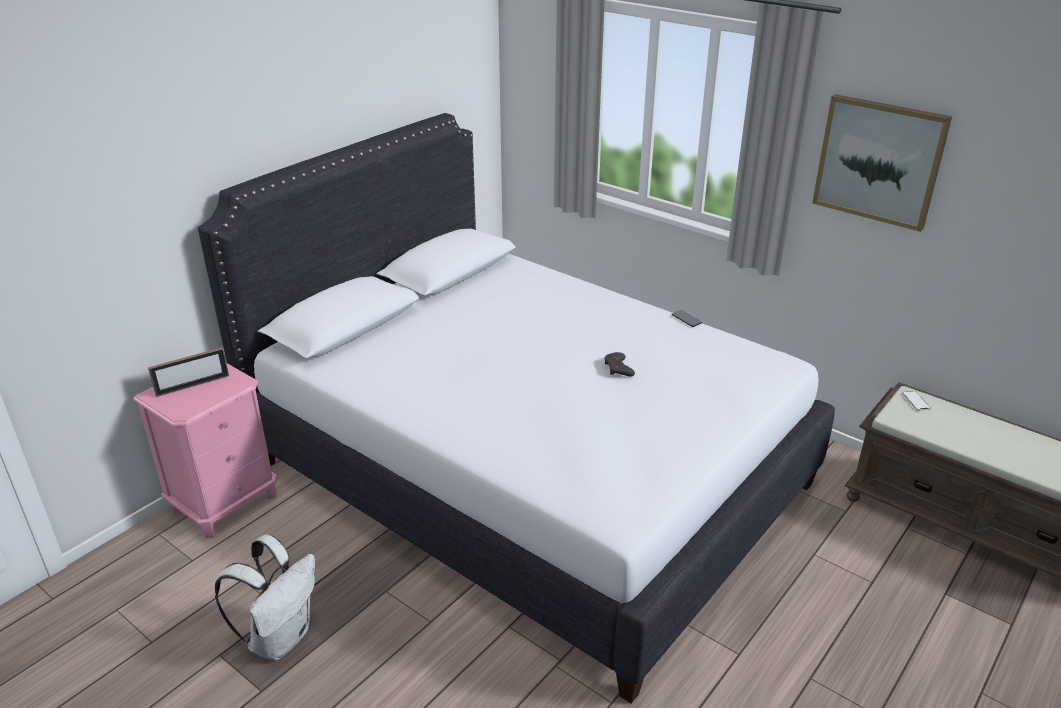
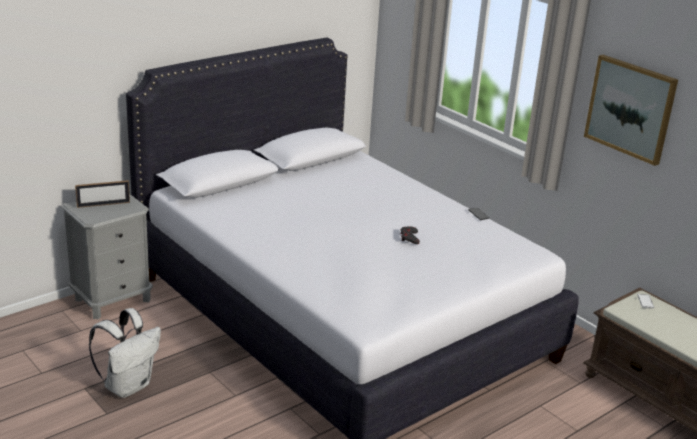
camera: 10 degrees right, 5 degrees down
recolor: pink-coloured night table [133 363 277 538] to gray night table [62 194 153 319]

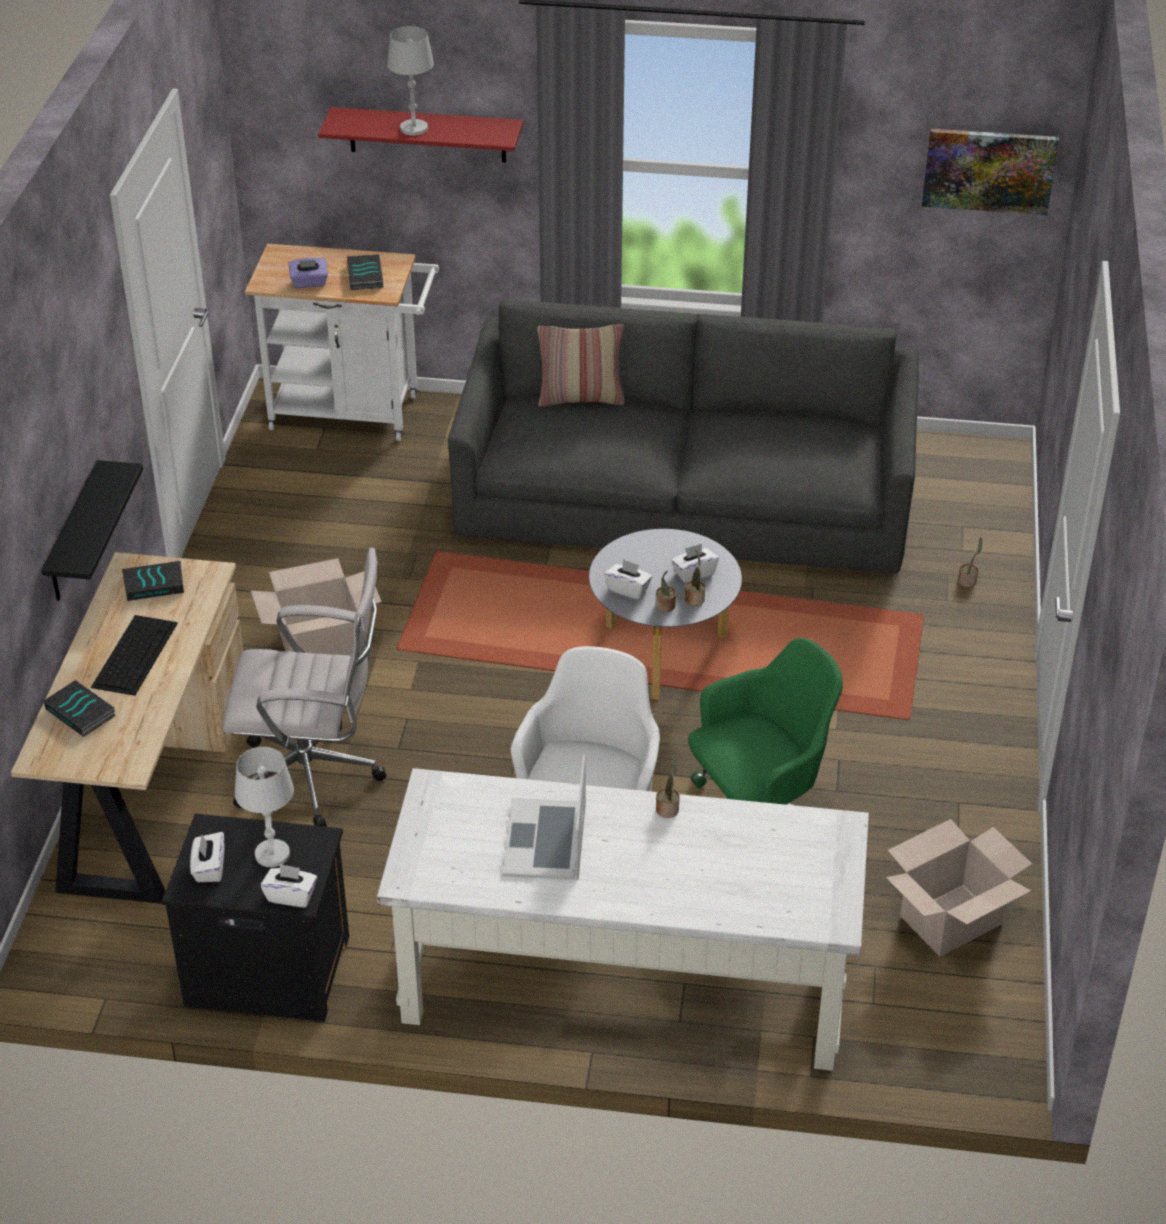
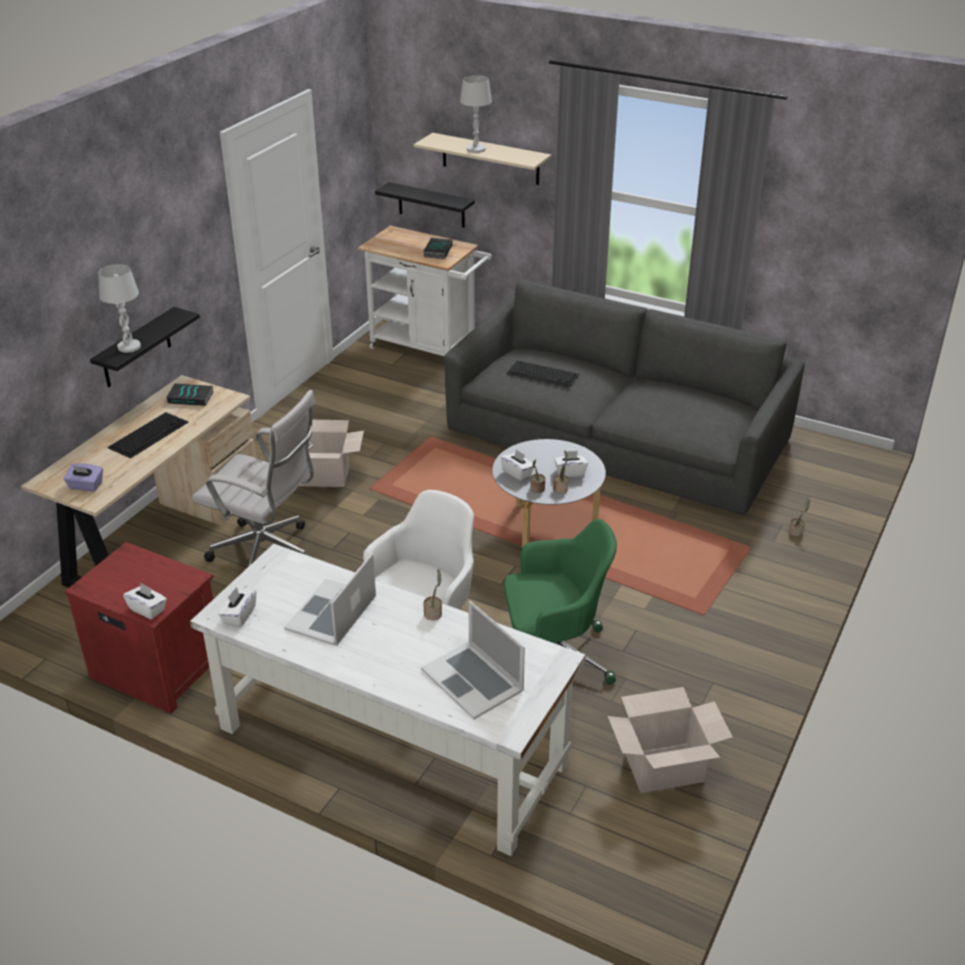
camera: 20 degrees right, 5 degrees down
delete: picture [922 128 1059 215]; pillow [537 324 625 407]; bound book [43 680 115 737]
insert: blackish bracket shelf [375 182 475 228]; keyboard [506 360 579 388]; laptop [421 600 525 720]
move: purple-coloured tissue box [289 258 328 288] to [64 463 103 491]; whitish lamp for a table [235 747 294 867] to [98 264 141 353]; whitish tissue box [190 832 225 882] to [218 587 256 627]
recolor: red-coloured bracket shelf [318 107 523 162] to sand-coloured bracket shelf [414 133 551 185]; blackish night table [162 814 349 1022] to red-coloured night table [65 542 213 714]

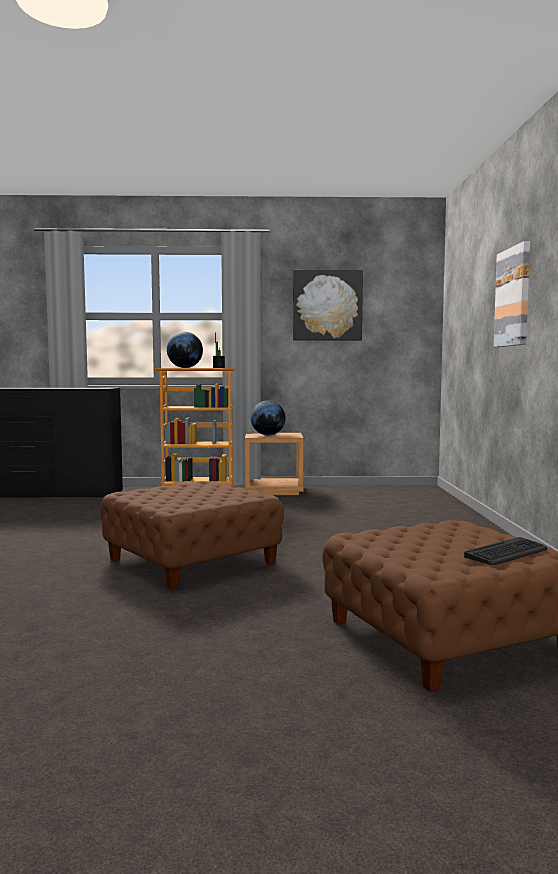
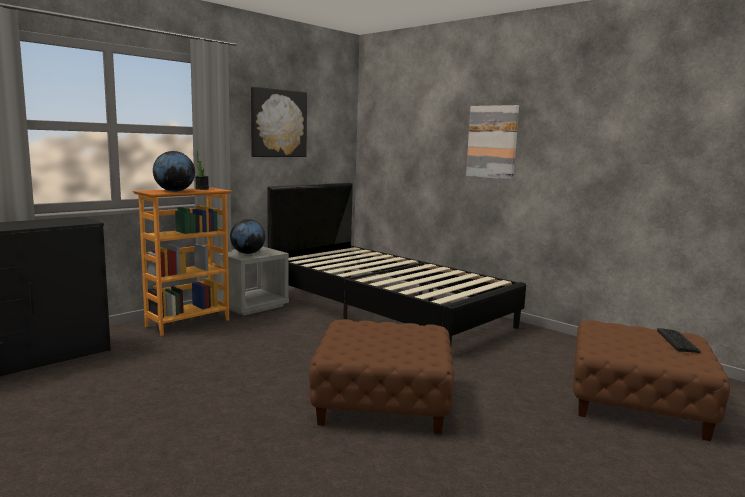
camera: 45 degrees left, 5 degrees up
insert: blackish bed [267 183 526 347]
recolor: brown night table [245 433 304 495] to gray night table [218 246 289 316]

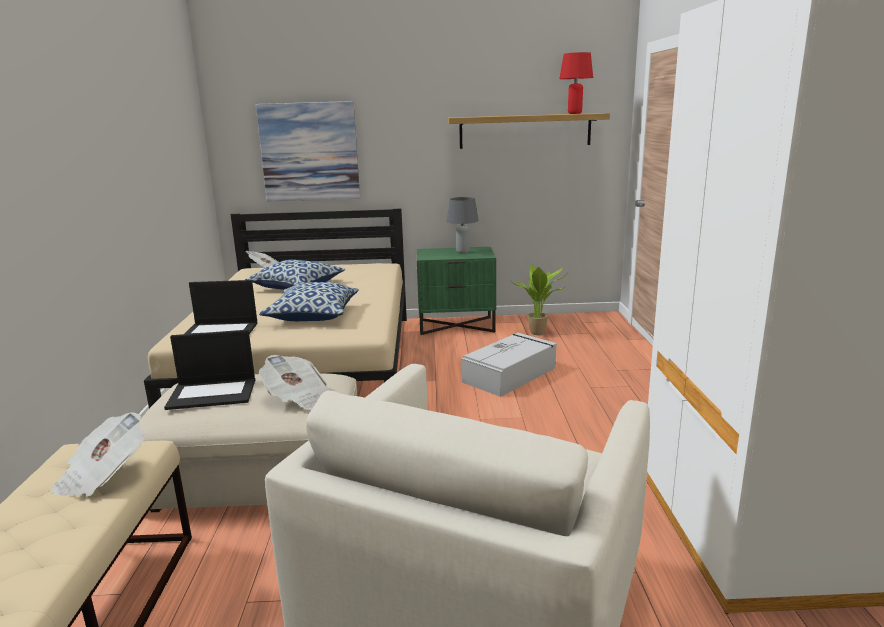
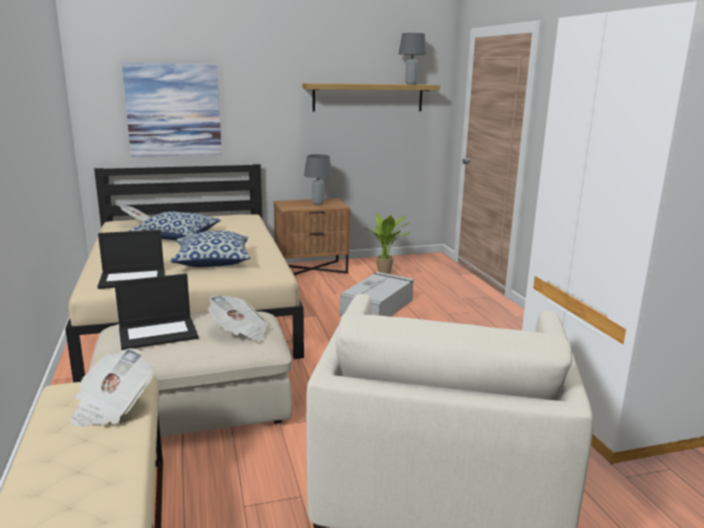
camera: 15 degrees left, 0 degrees up
recolor: red-coloured lamp for a table [559 52 593 114] to gray lamp for a table [399 33 427 85]; greenish night table [417 247 496 335] to brown night table [274 198 350 275]

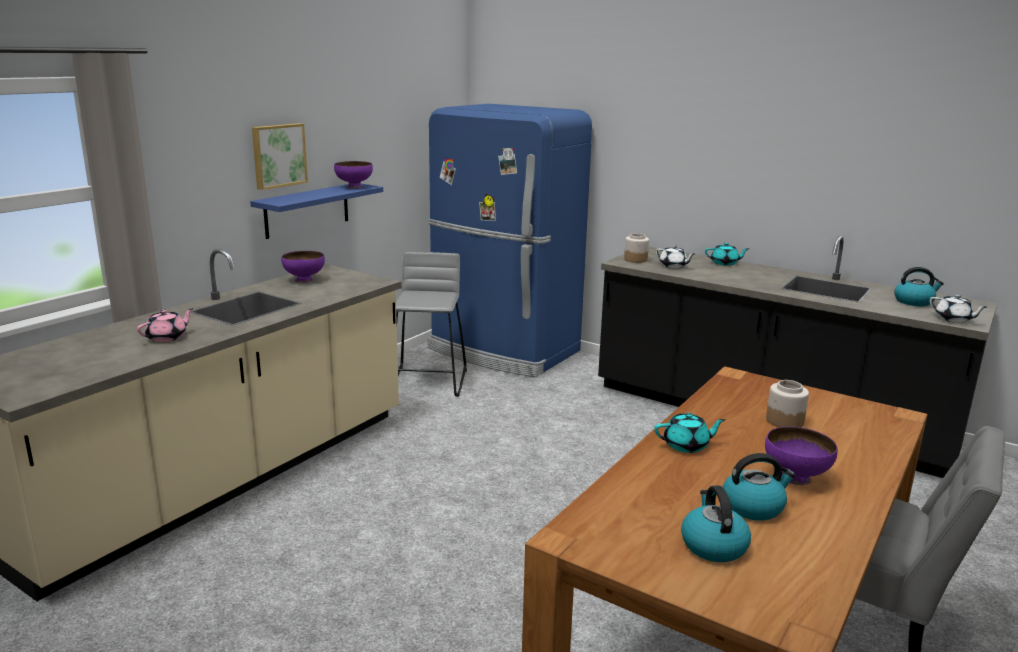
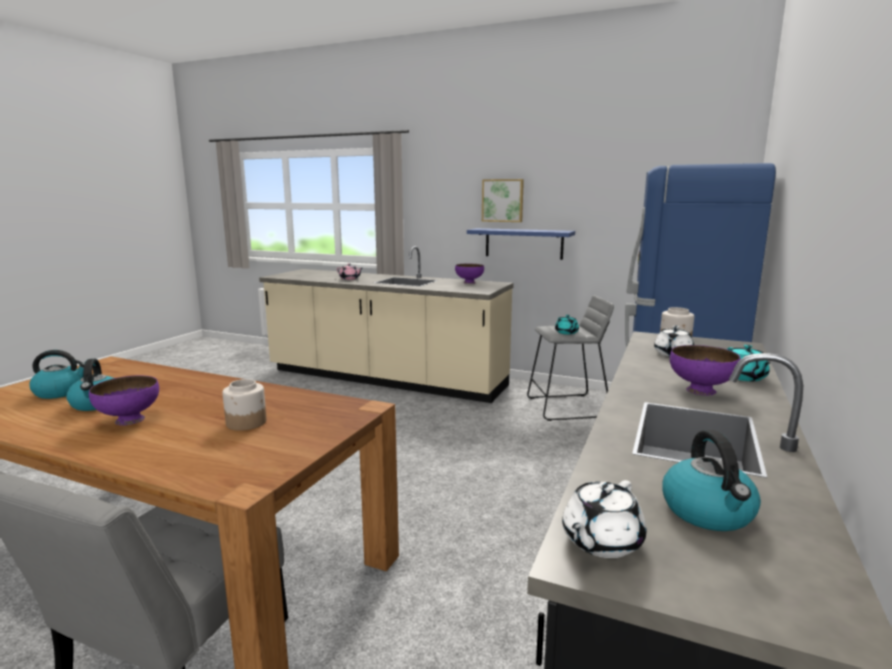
camera: 80 degrees right, 5 degrees down
move: purple-coloured bowl [334 161 373 189] to [670 345 741 396]; blue-green tea pot [654 413 726 453] to [555 315 579 335]

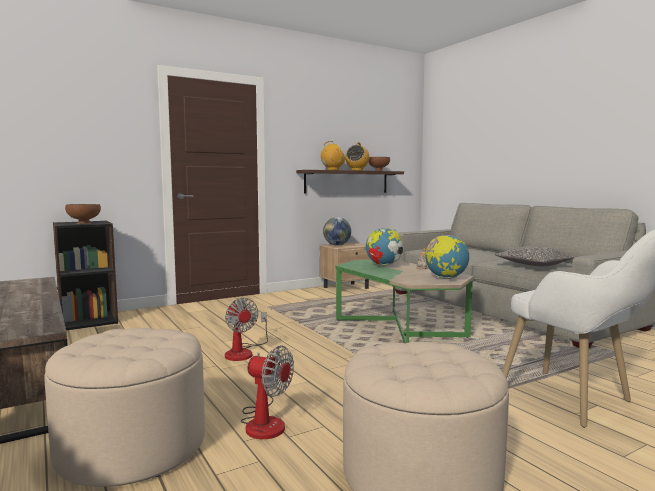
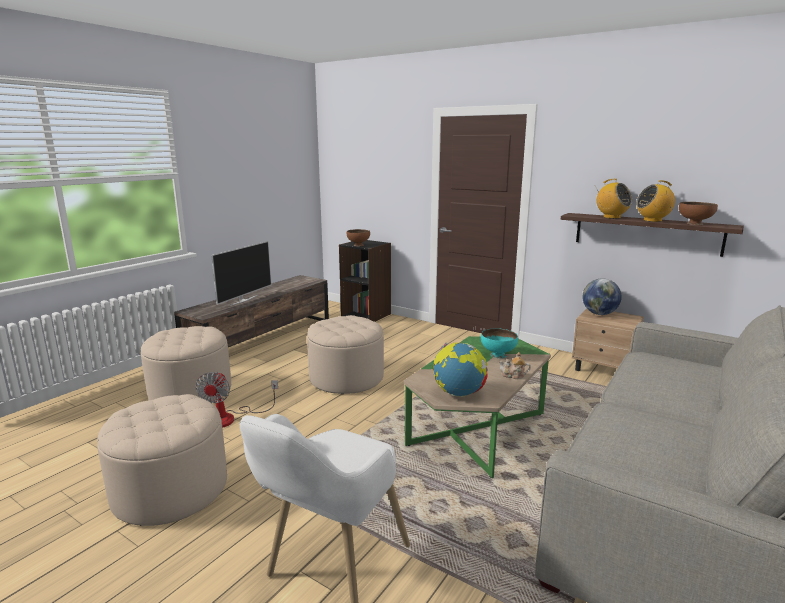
camera: 65 degrees right, 10 degrees up
delete: pillow [494 246 575 266]
insert: TV [211 241 272 306]
replace: globe [366 228 403 266] to blue-green bowl [481 328 518 358]; cooling fan [225 298 268 361] to sand-coloured footrest [307 315 384 394]

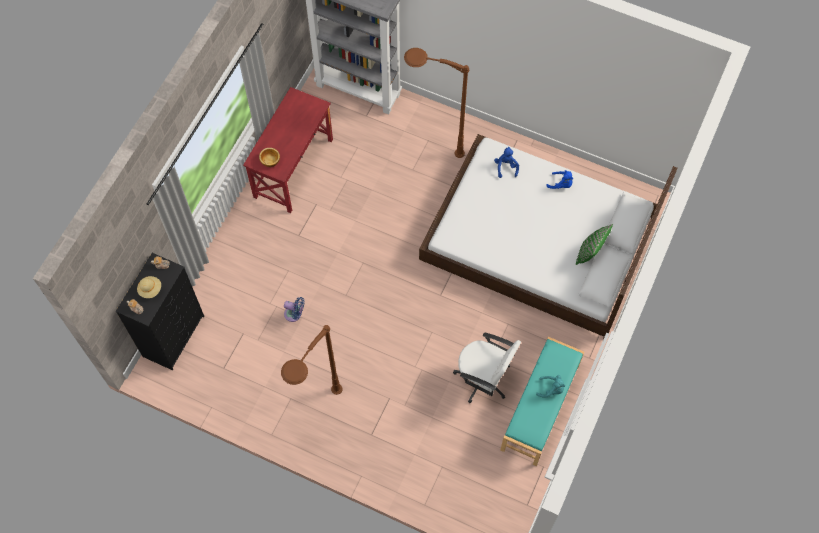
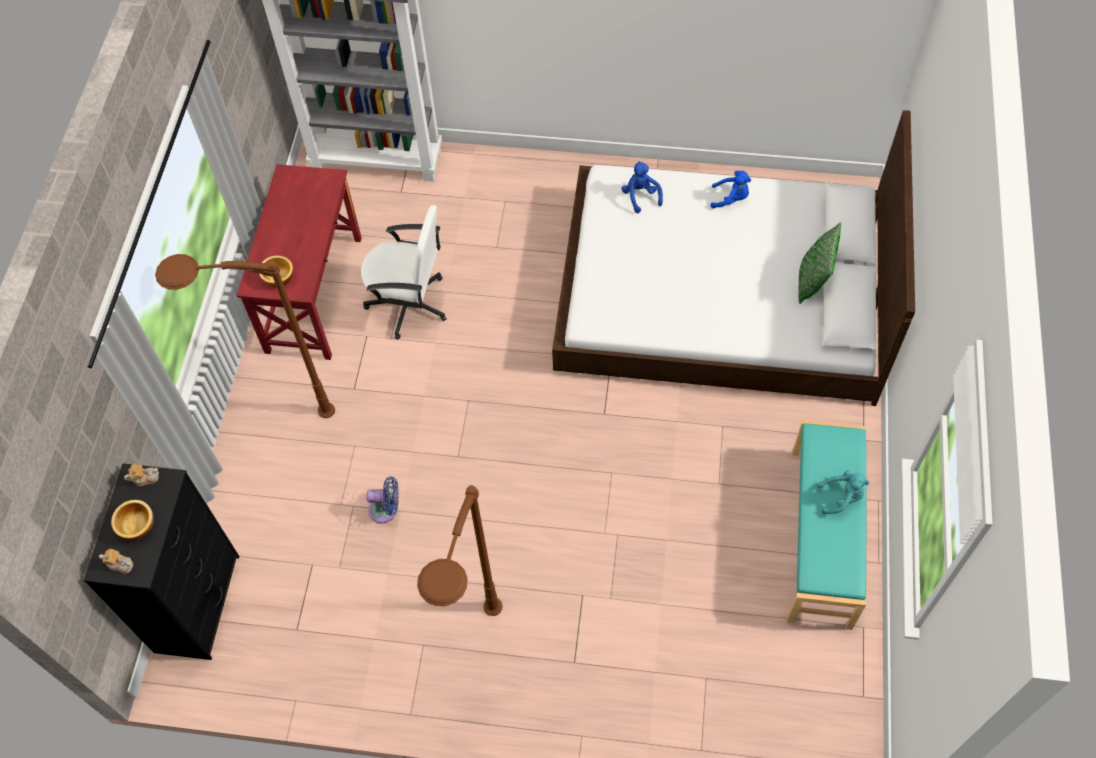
camera: 15 degrees left, 5 degrees down
move: brown standing lamp [404 48 469 158] to [155 254 335 418]; whitish desk chair [453 333 521 403] to [361 205 446 340]
replace: sand-coloured clothing hat [137 276 161 298] to bowl [111 500 154 540]

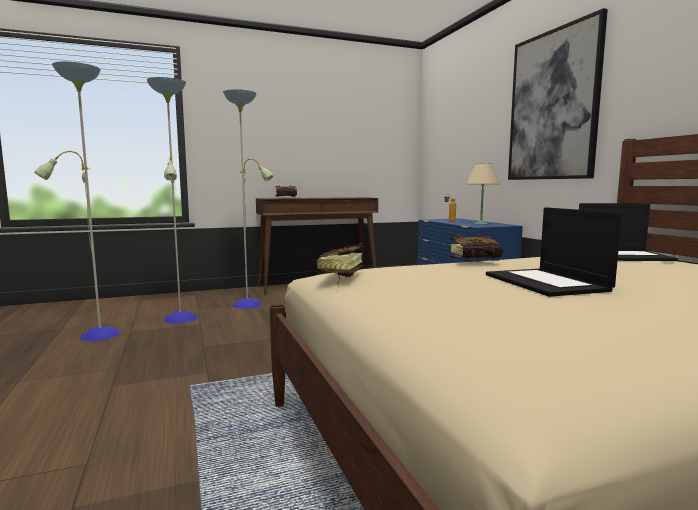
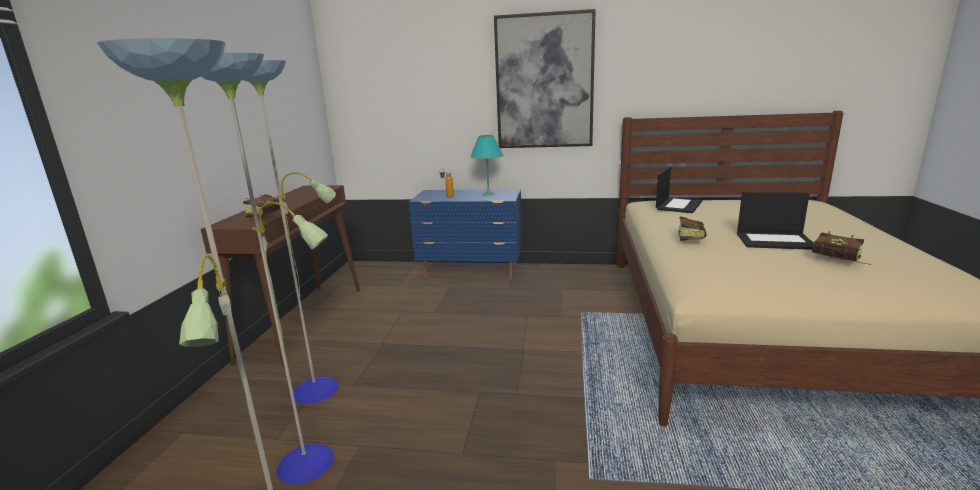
camera: 60 degrees left, 10 degrees up
move: bound book [315 243 363 283] to [812 231 871 265]
recolor: sand-coloured lamp for a table [466 163 500 224] to blue-green lamp for a table [470 135 503 196]

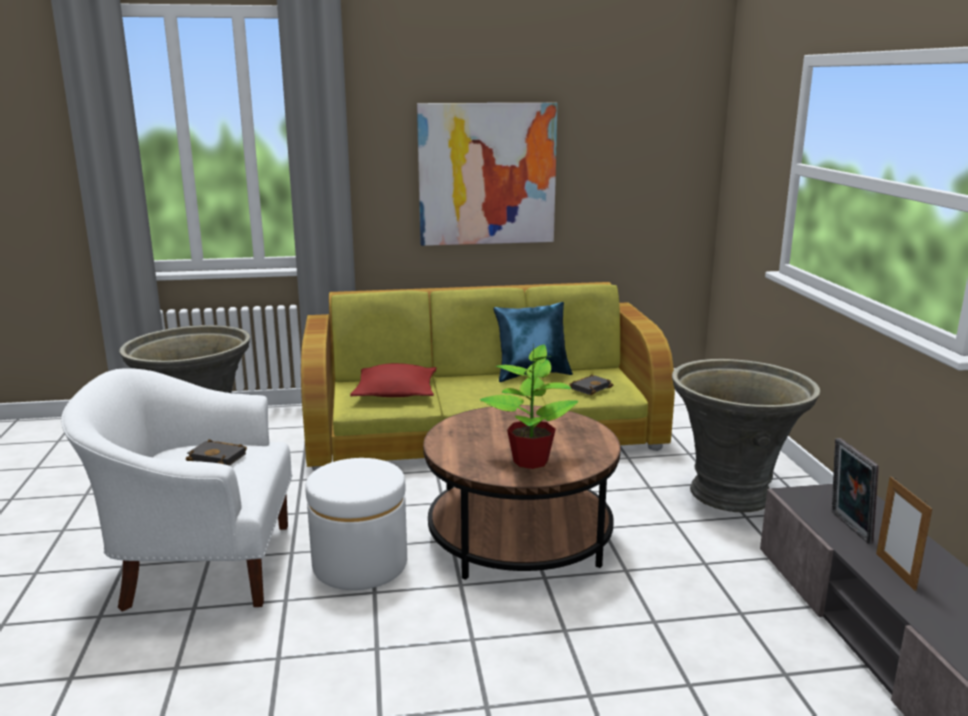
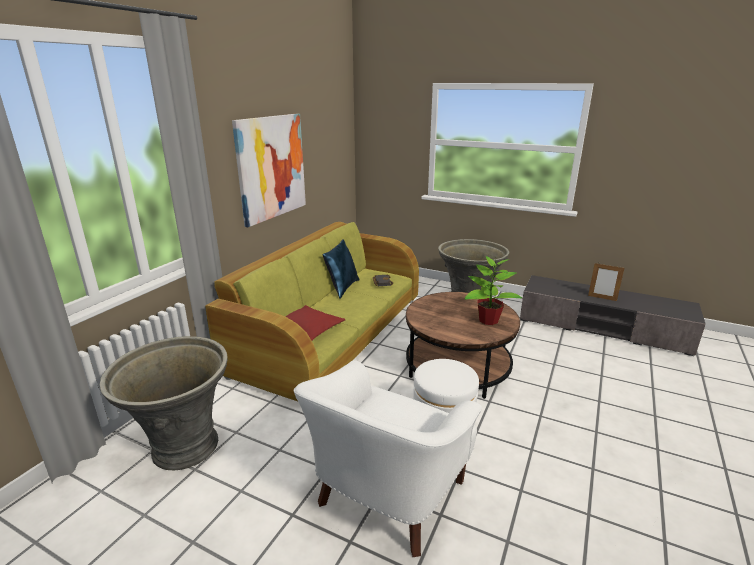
camera: 55 degrees left, 5 degrees up
delete: photo frame [832 438 879 543]; blackish bound book [186 439 247 466]

